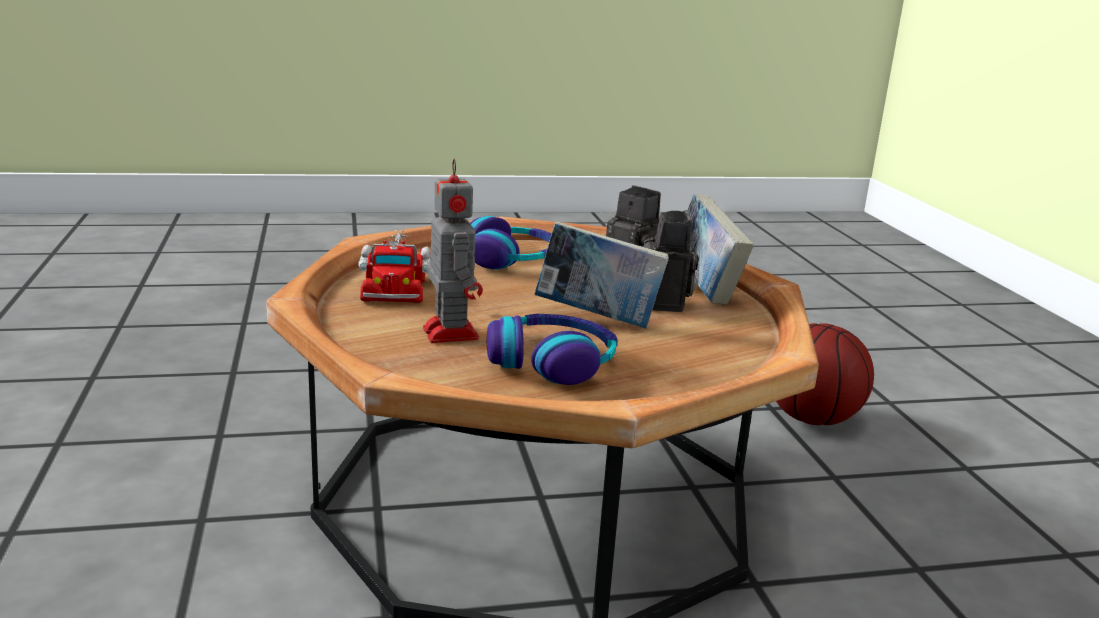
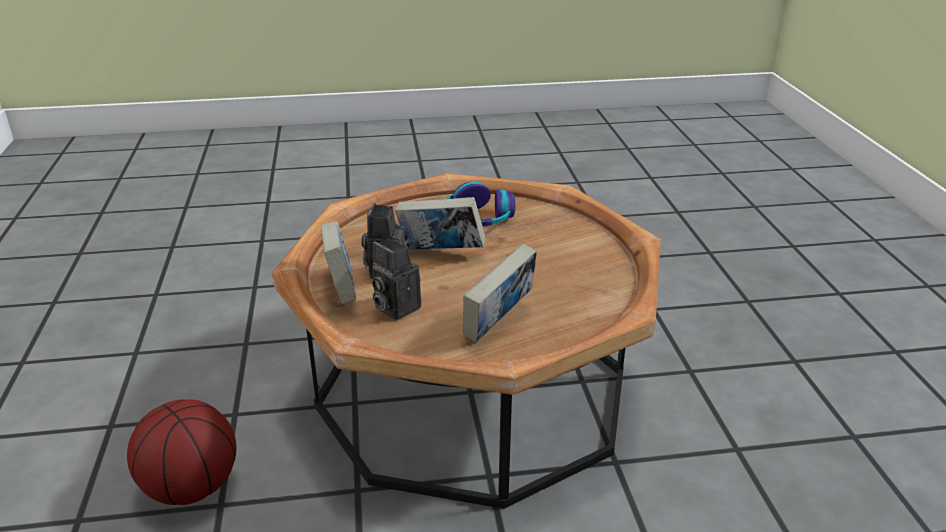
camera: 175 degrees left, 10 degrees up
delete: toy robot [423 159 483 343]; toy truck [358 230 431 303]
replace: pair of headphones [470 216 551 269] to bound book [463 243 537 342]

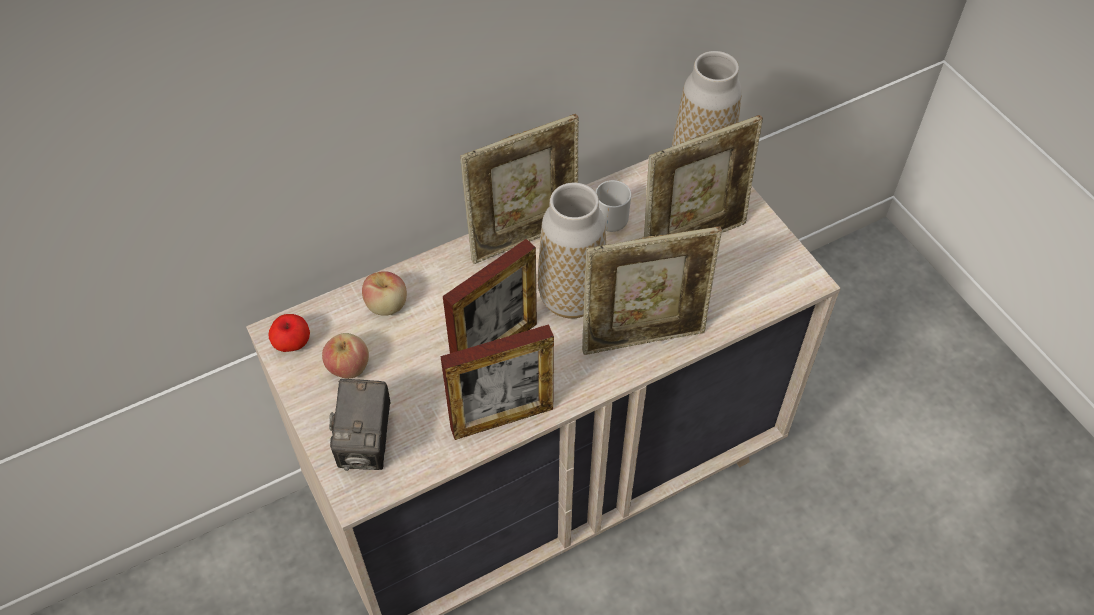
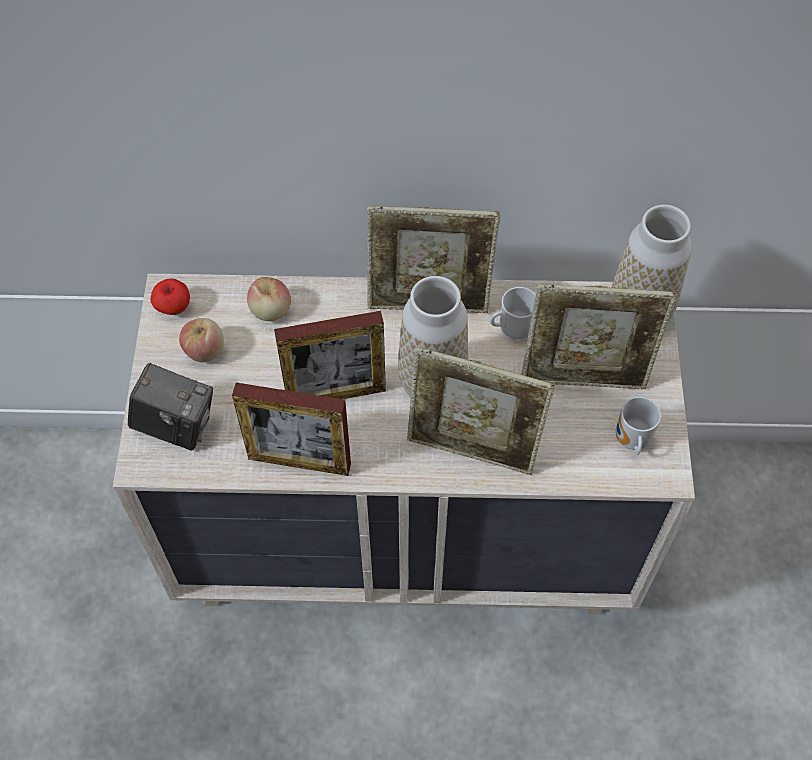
camera: 30 degrees right, 5 degrees up
insert: coffee mug [616 397 661 455]
rotate: still camera [329 379 390 471] = [128 363 213 451] 105 degrees counterclockwise

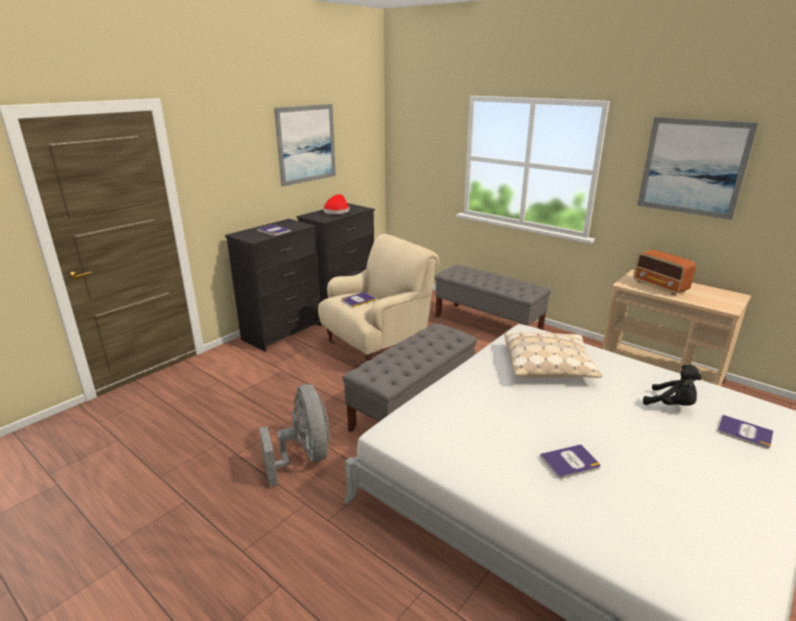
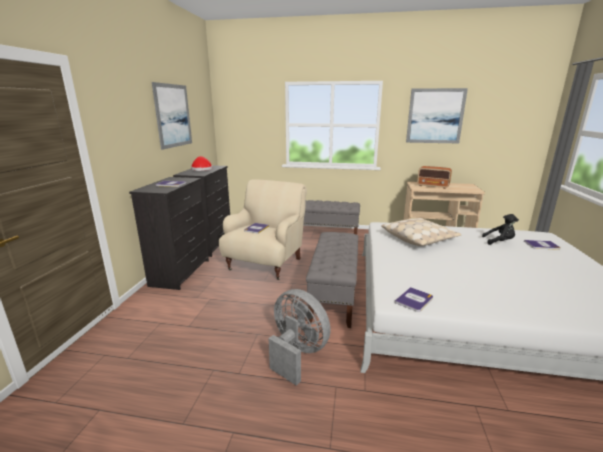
camera: 30 degrees left, 5 degrees down
move: bound book [540 444 601 479] to [394 287 433 312]

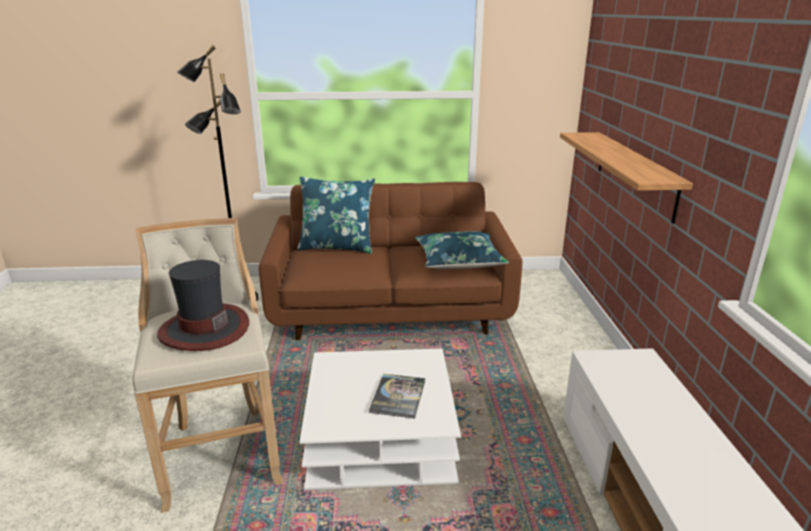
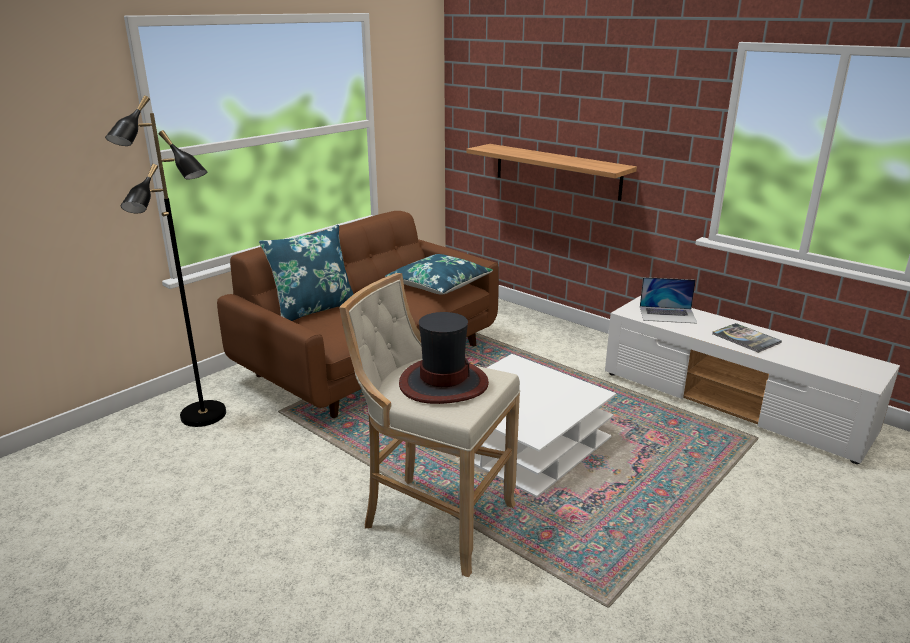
camera: 45 degrees left, 0 degrees up
insert: laptop [640 277 697 324]
move: bound book [369 374 425 418] to [712 323 782 353]

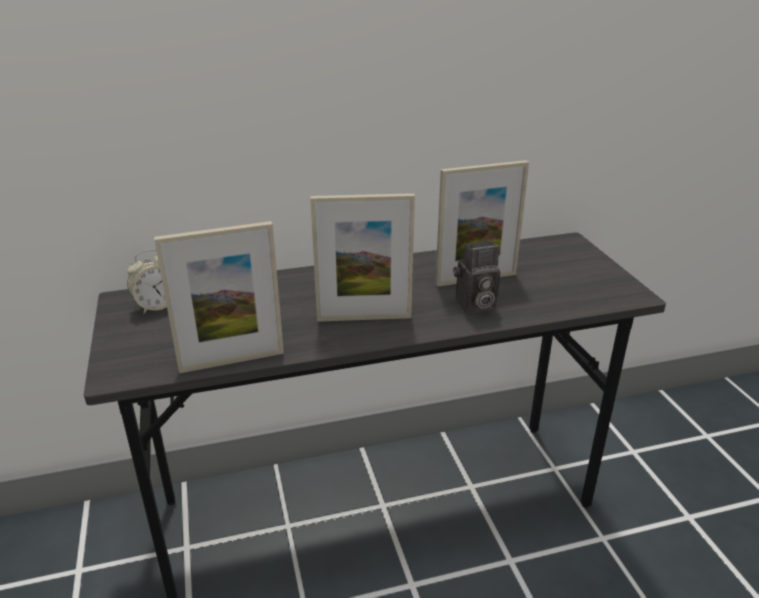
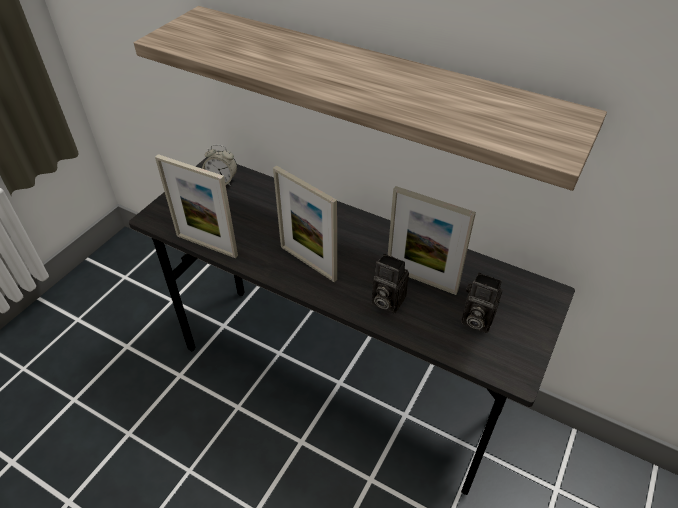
camera: 45 degrees right, 15 degrees up
insert: bracket shelf [134 6 607 191]; still camera [461 273 502 333]

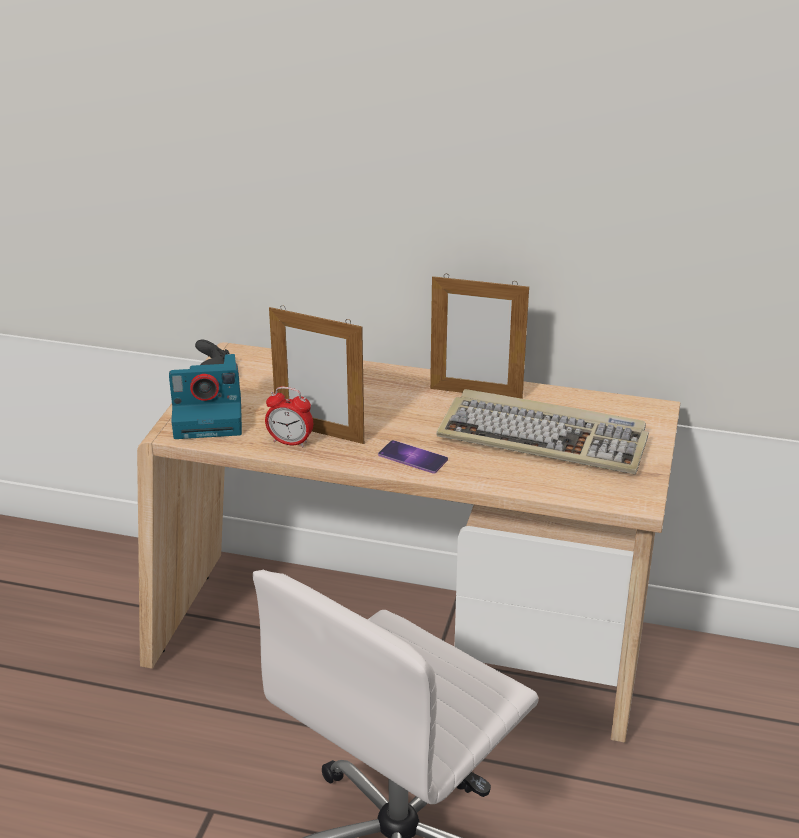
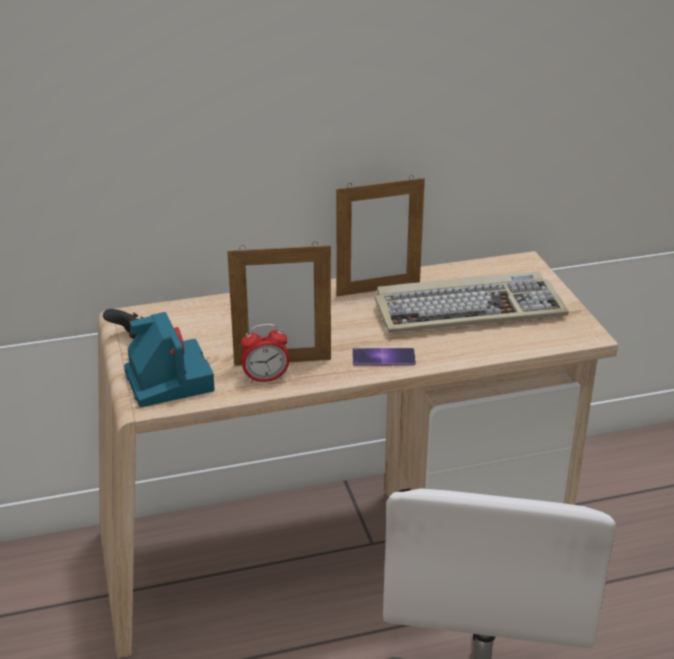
camera: 30 degrees left, 0 degrees up
rotate: still camera [169 354 242 439] = [124 312 215 407] 75 degrees counterclockwise

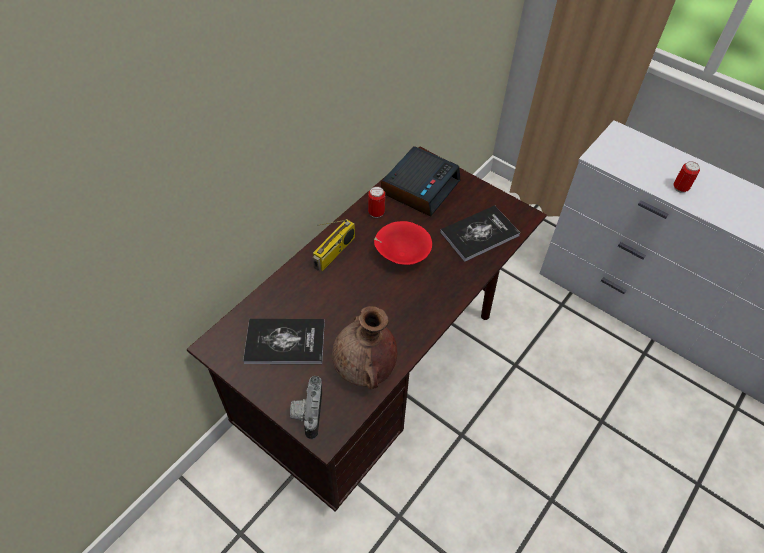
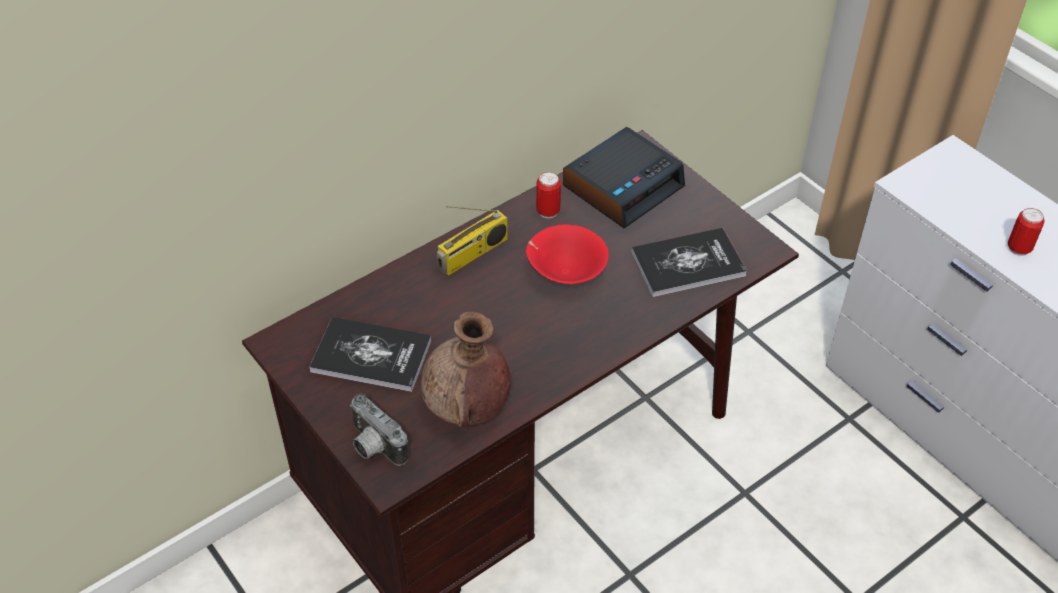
camera: 15 degrees right, 5 degrees down
rotate: still camera [290 376 322 439] = [350 393 408 466] 60 degrees counterclockwise

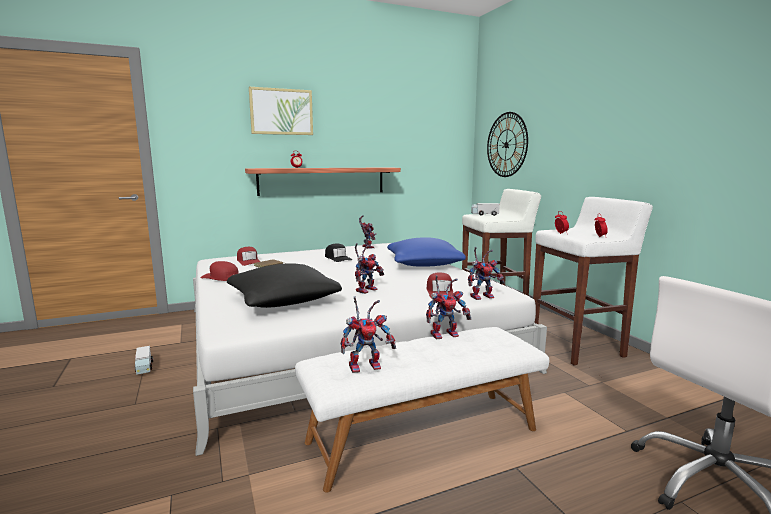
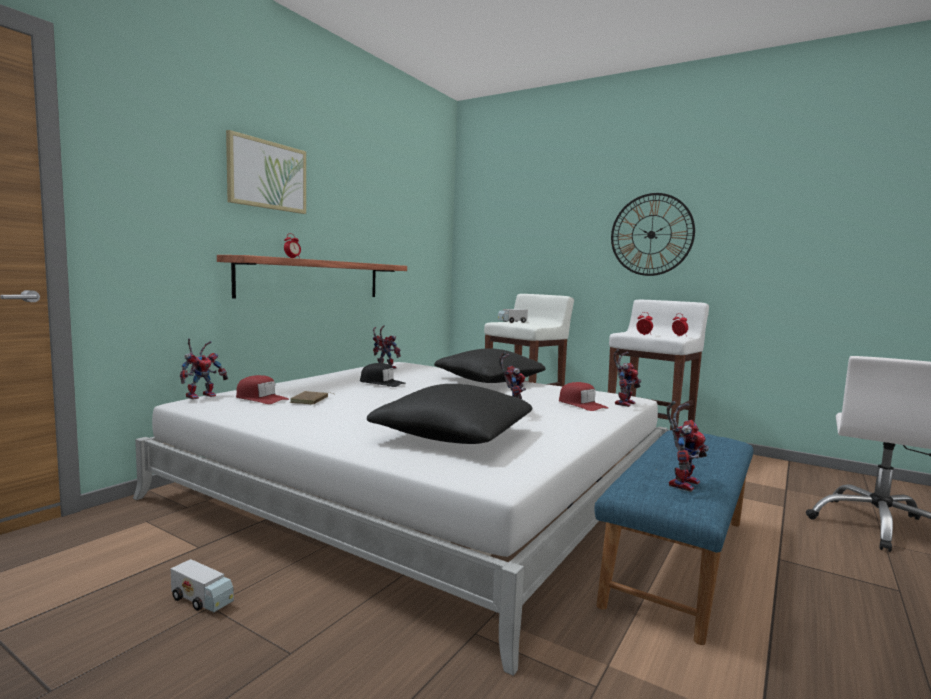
camera: 35 degrees left, 5 degrees down
delete: red-coloured peaked cap [200 261 239 281]
move: wall clock [487 112 528 177] to [611 193 695 276]; toy robot [426 275 471 340] to [180 338 228 400]
recolor: bluish pillow [387 237 466 267] to blackish pillow [434 348 546 383]; whitish bench [295 327 549 493] to bluish bench [594 430 753 645]

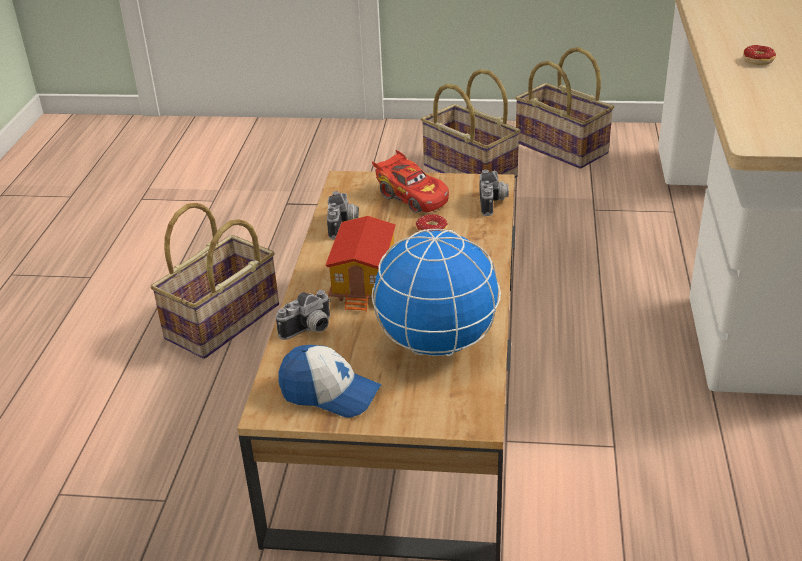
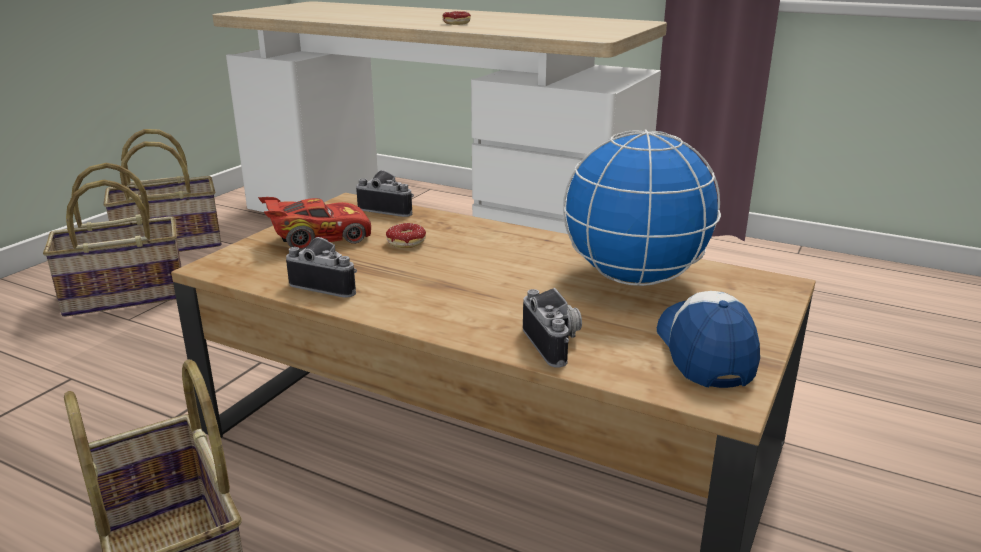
camera: 70 degrees left, 10 degrees down
delete: model house [326 216 396 312]
rotate: peaked cap [278 345 381 418] = [657 291 760 388] 45 degrees counterclockwise

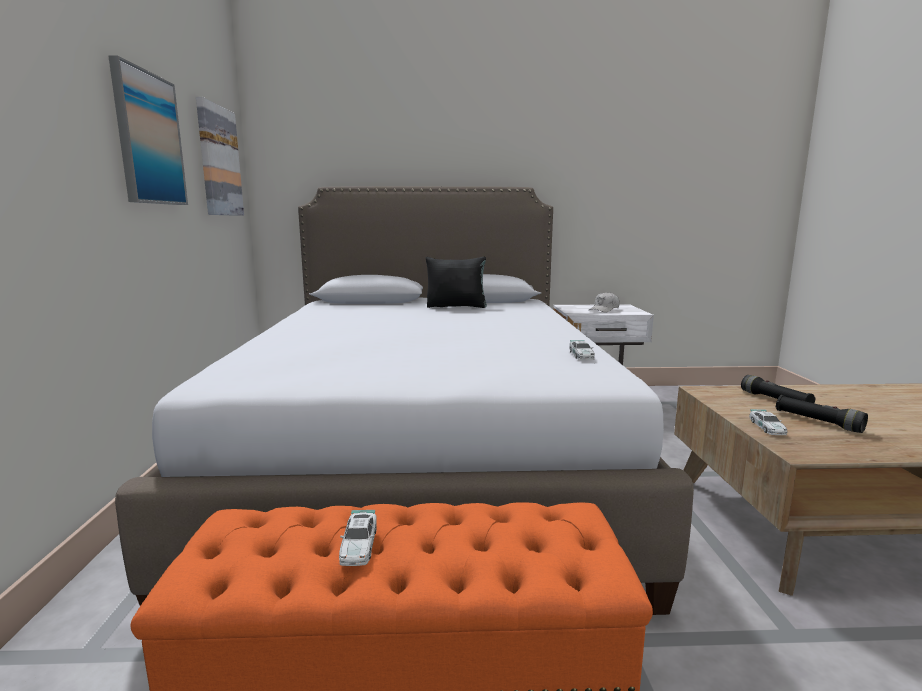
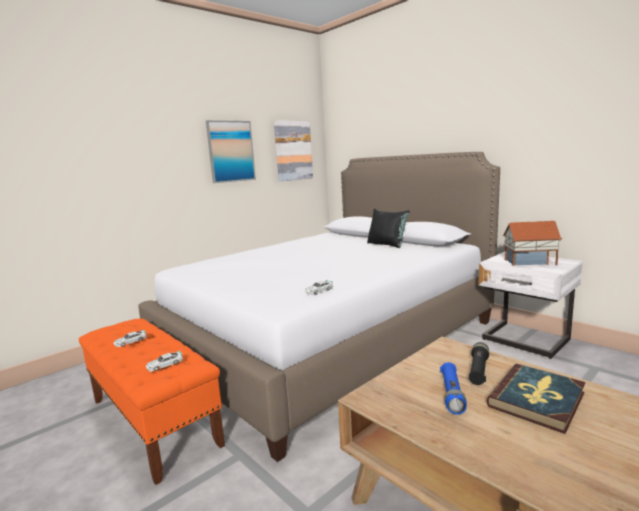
camera: 50 degrees right, 0 degrees up
insert: bound book [487 364 585 434]
move: model car [749 409 787 435] to [146 351 183 372]
replace: whitish peaked cap [589 292 620 313] to model house [503 221 562 266]
recolor: blackish torch [776 395 868 433] to bluish torch [440 362 467 415]

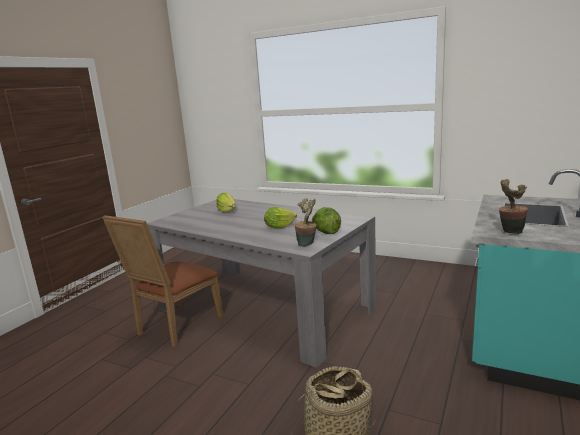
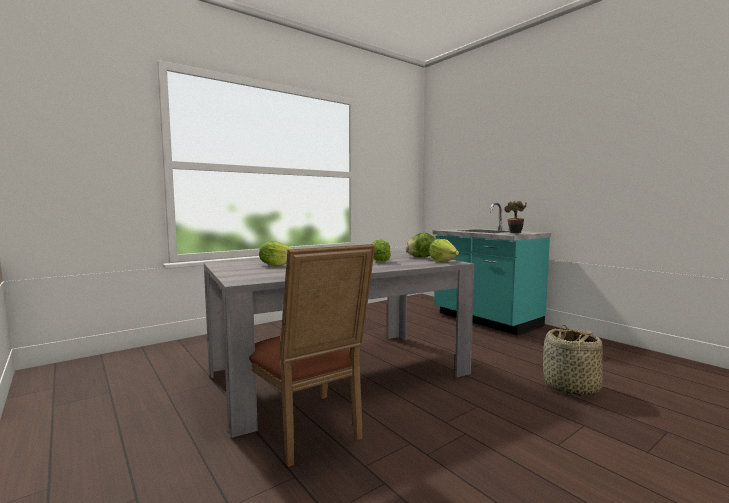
camera: 65 degrees left, 10 degrees down
replace: plant in a pot [294 198 317 247] to lettuce [429 238 459 262]

